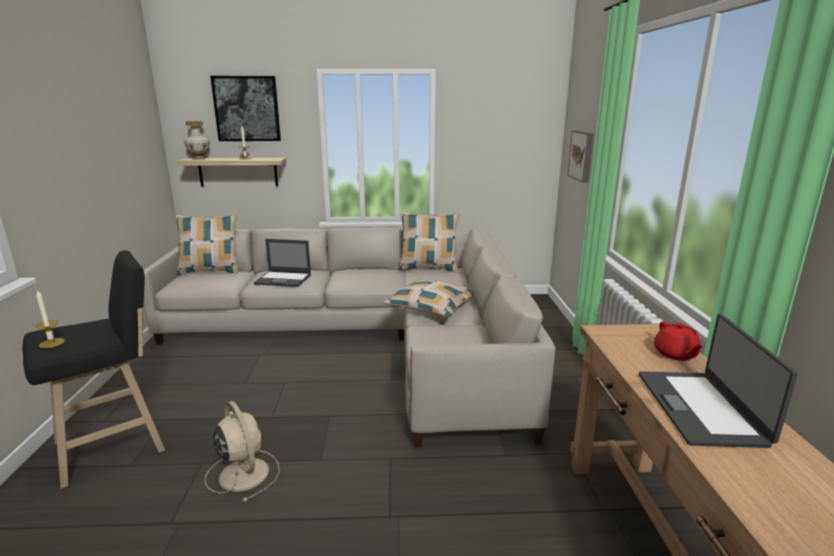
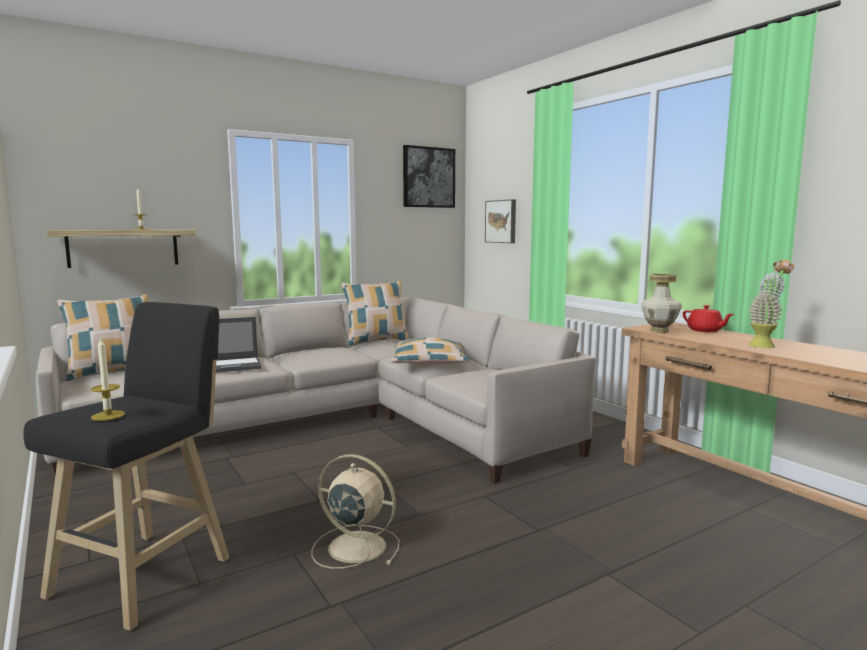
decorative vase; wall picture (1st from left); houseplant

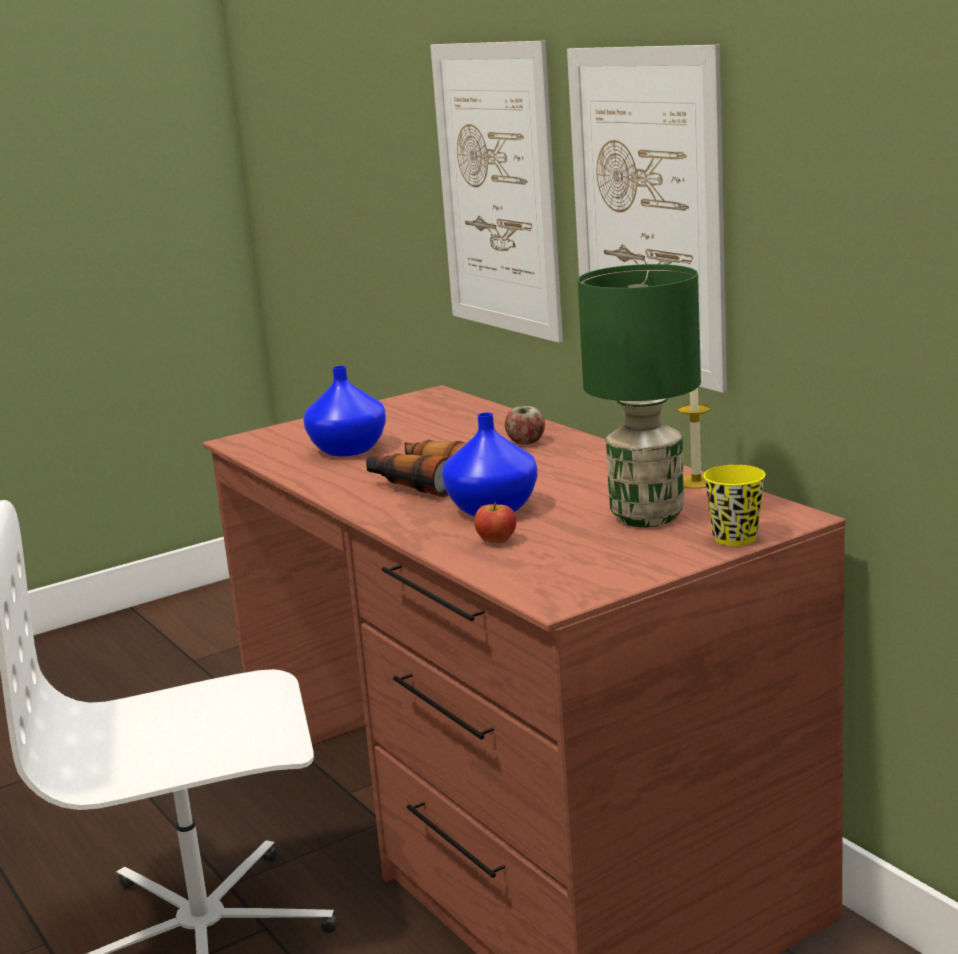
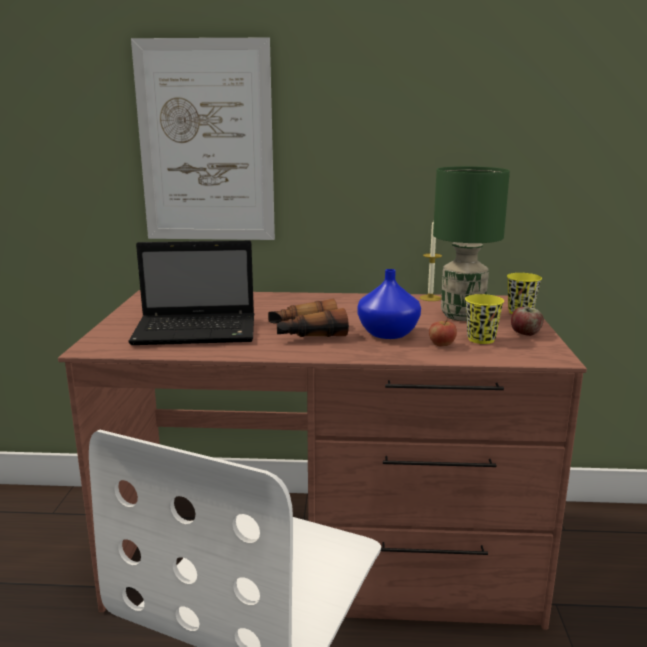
laptop; apple (2nd from left); wall picture (2nd from left in the first image); yellow-coloured cup (1st from left)

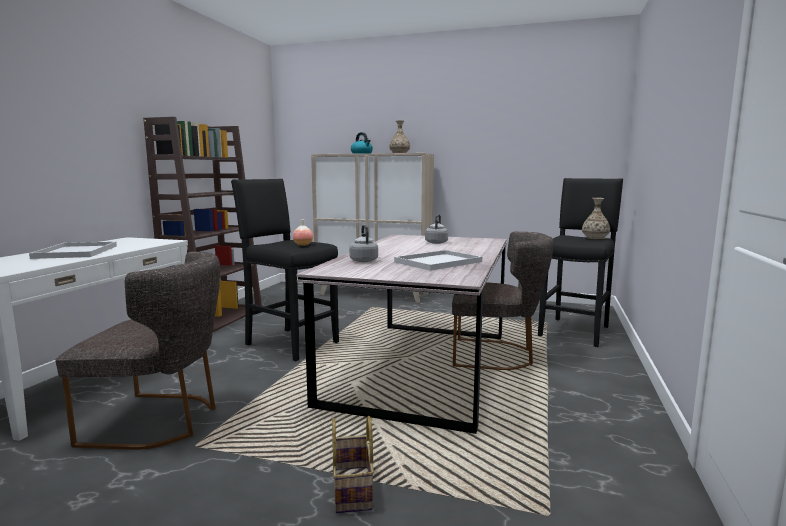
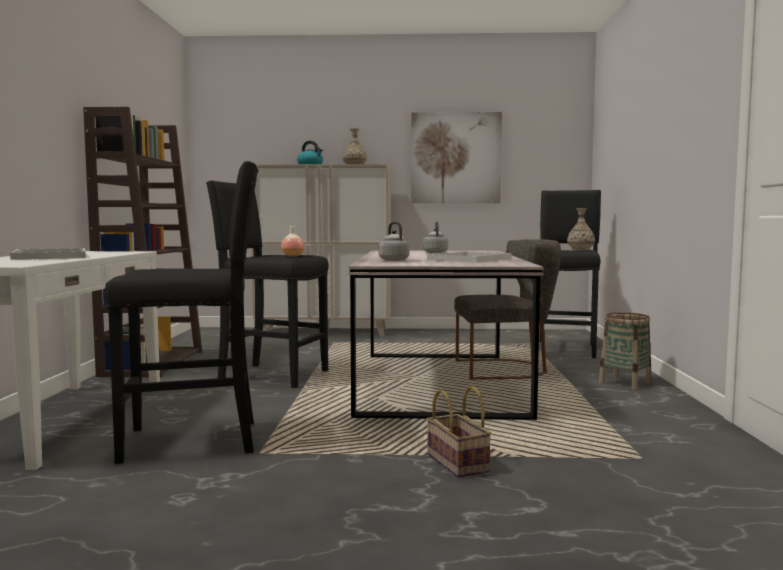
blackish stool (1st from left); wall picture; storage basket (2nd from left)

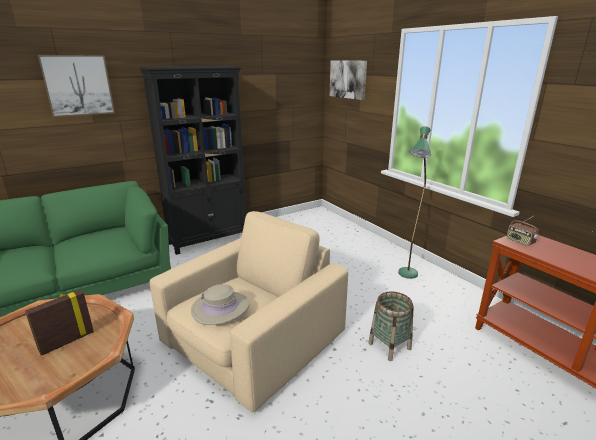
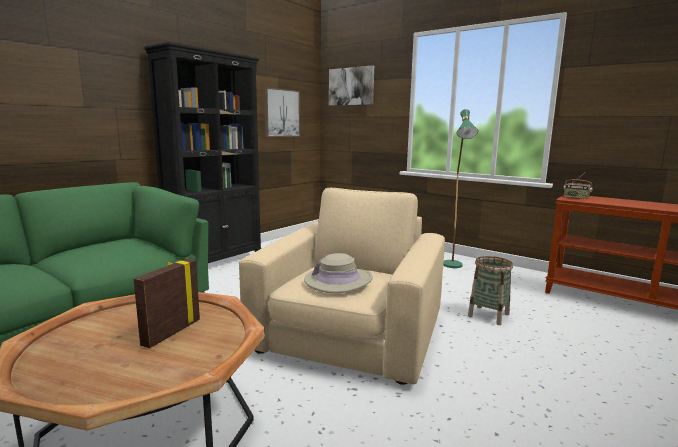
wall picture (1st from left)

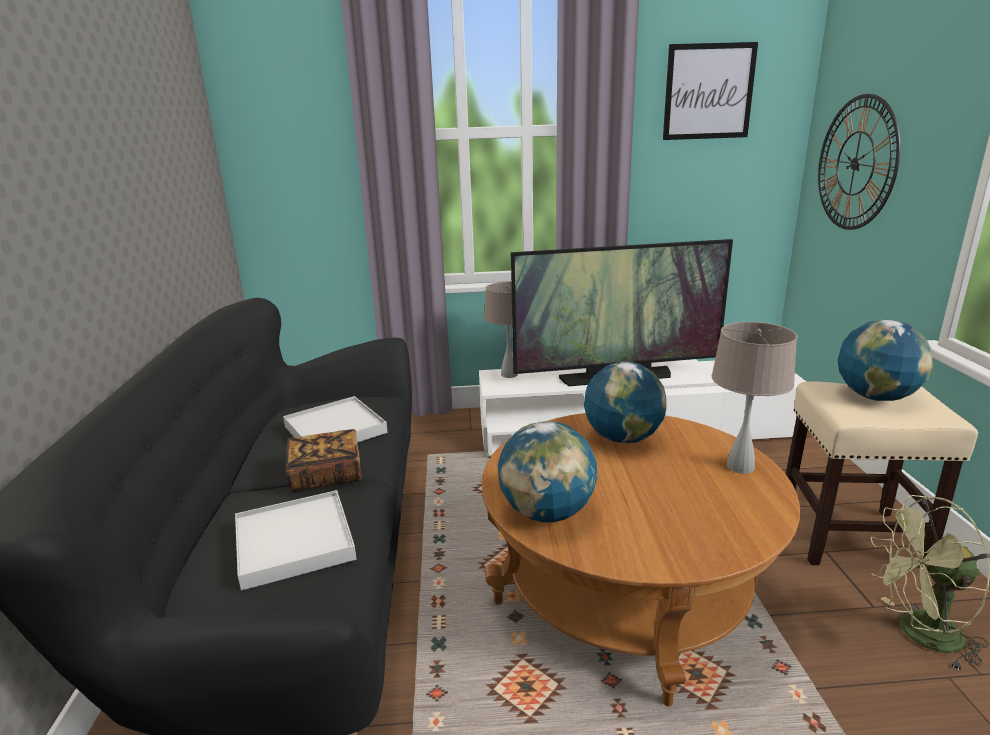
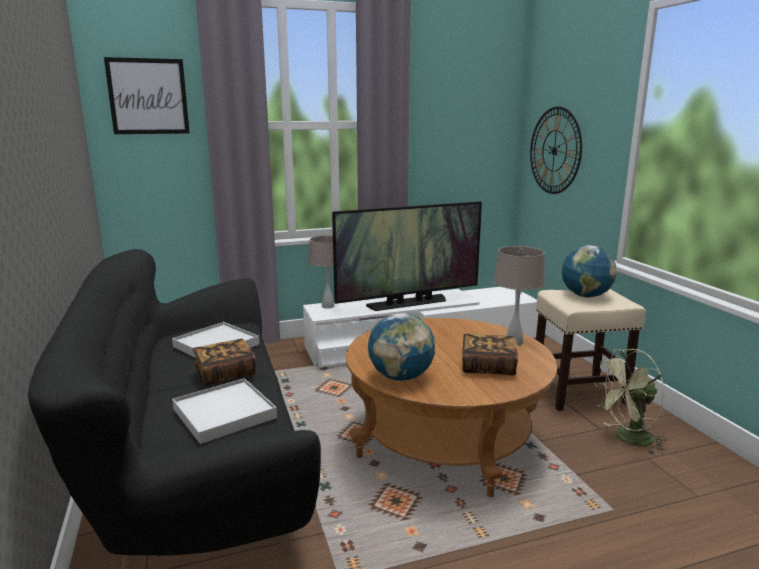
world globe (2nd from left in the first image); wall picture; volume (2nd from left)

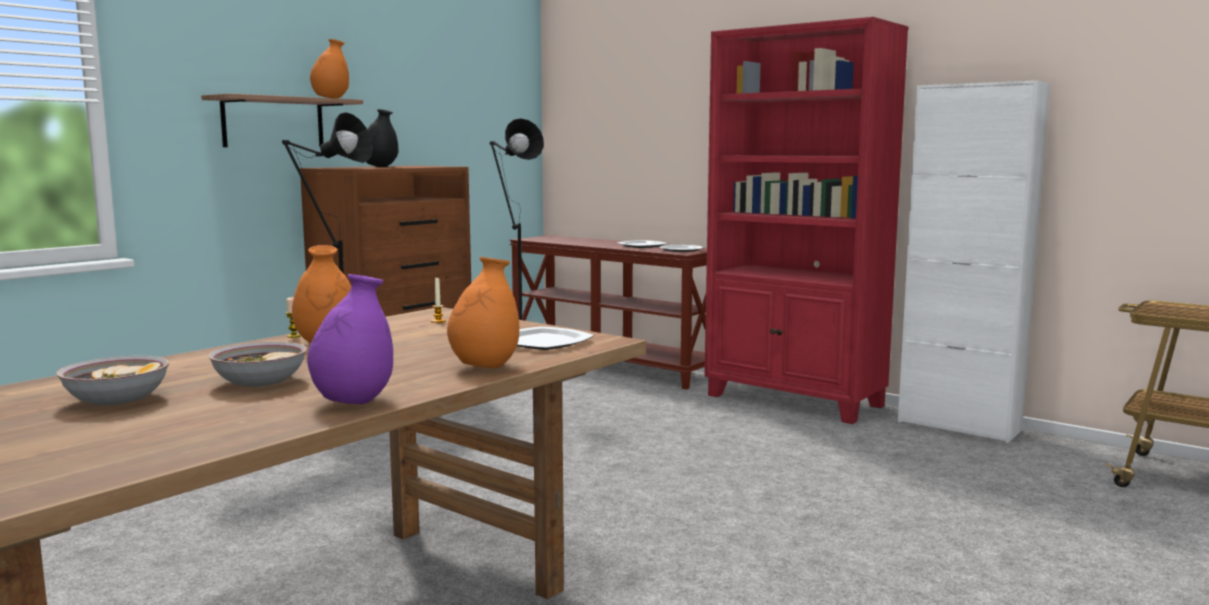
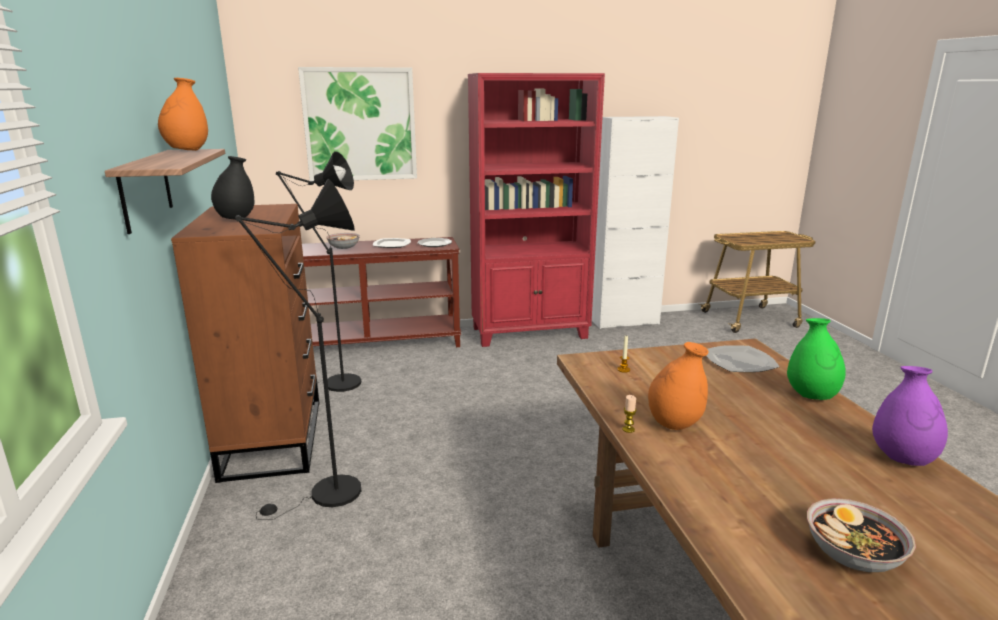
serving bowl (1st from left); green decorative vase; wall picture

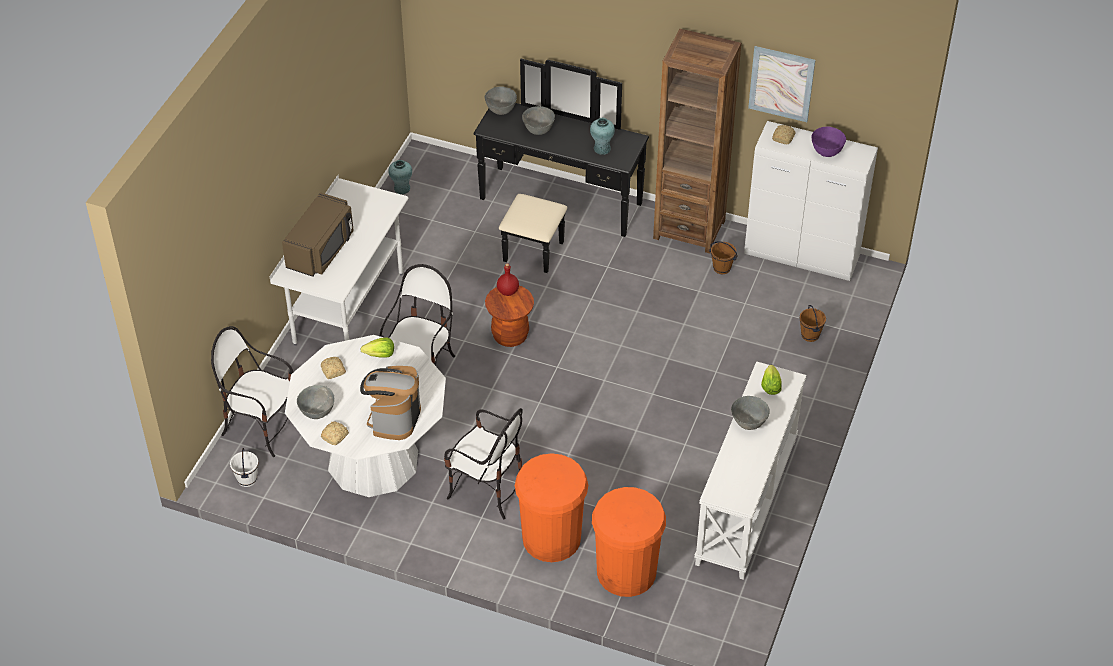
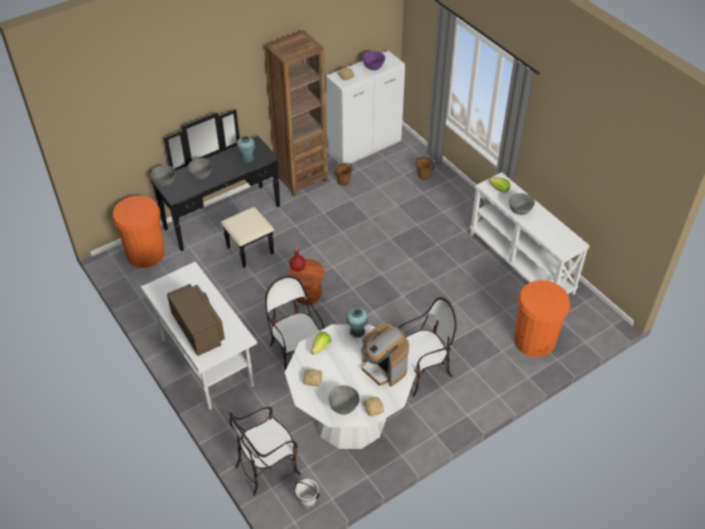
turquoise decorative vase (2nd from left); orangey trash can (1st from left); wall picture

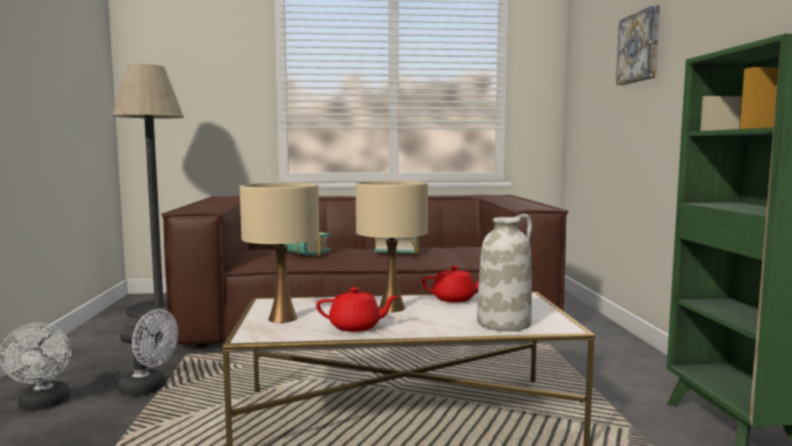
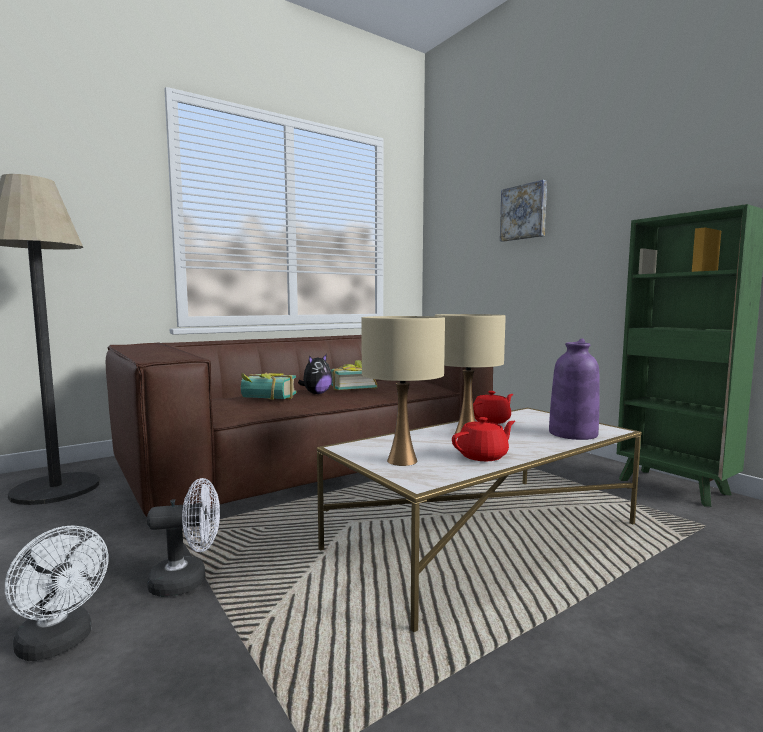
purple decorative vase; cuddly toy

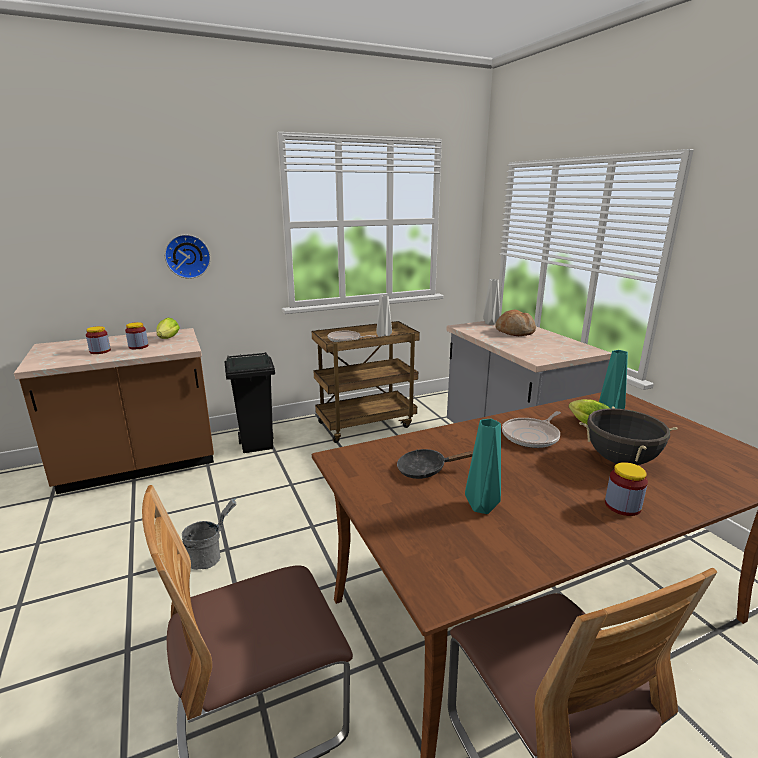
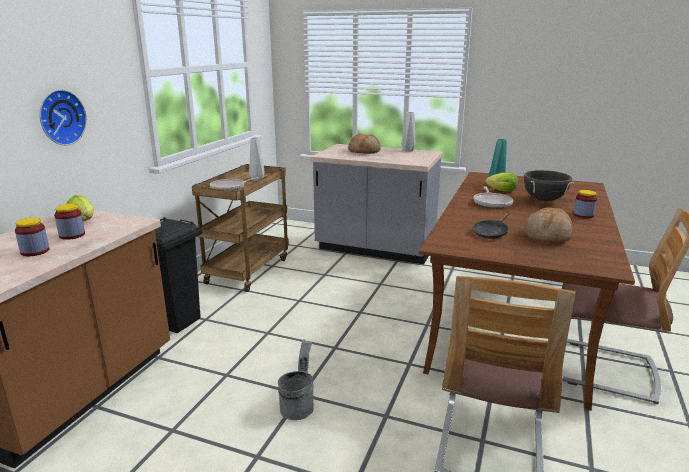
baked bread (2nd from left); gray decorative vase (2nd from left)

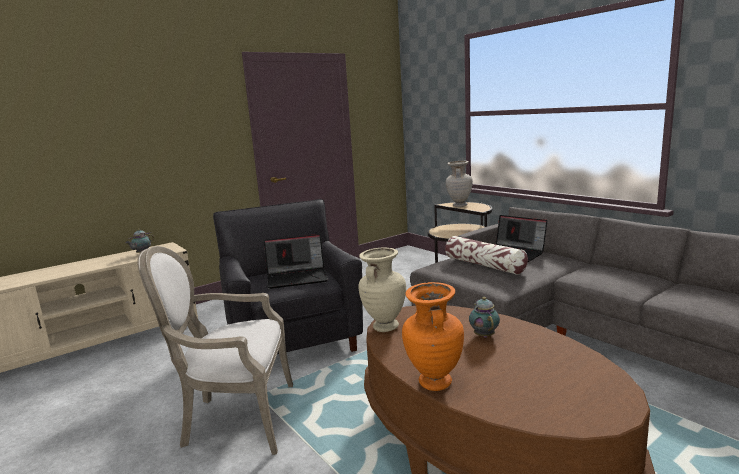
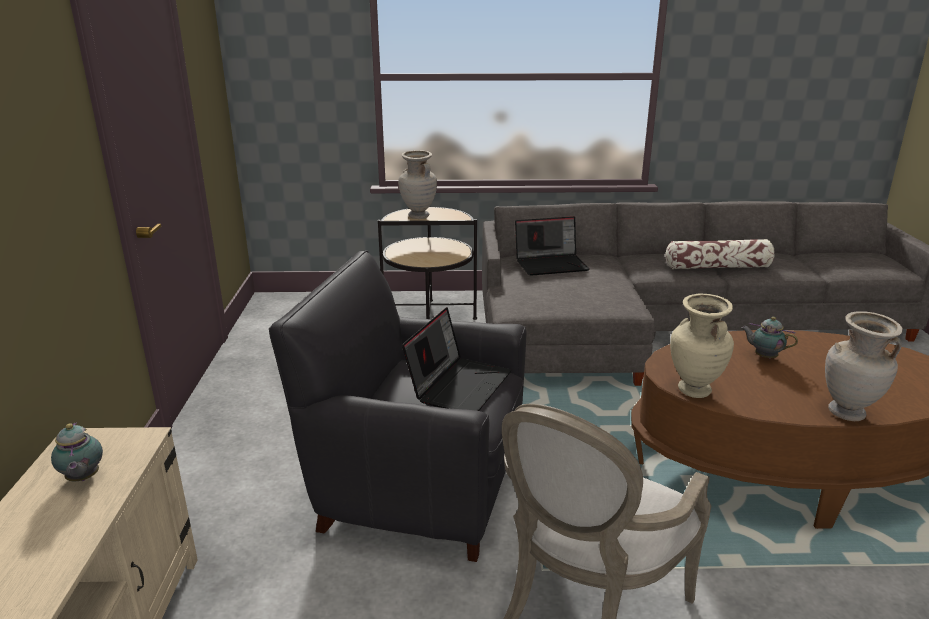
sand-coloured decorative vase (3rd from left); cushion

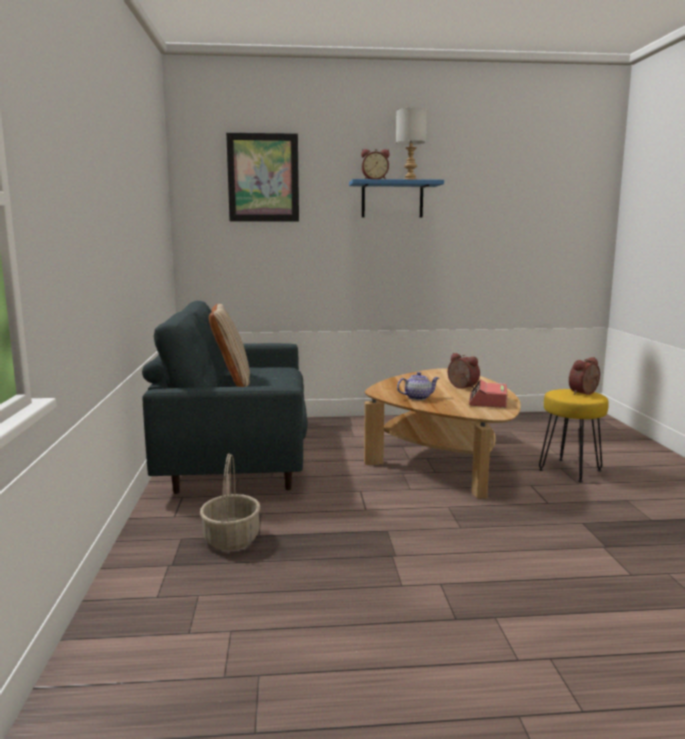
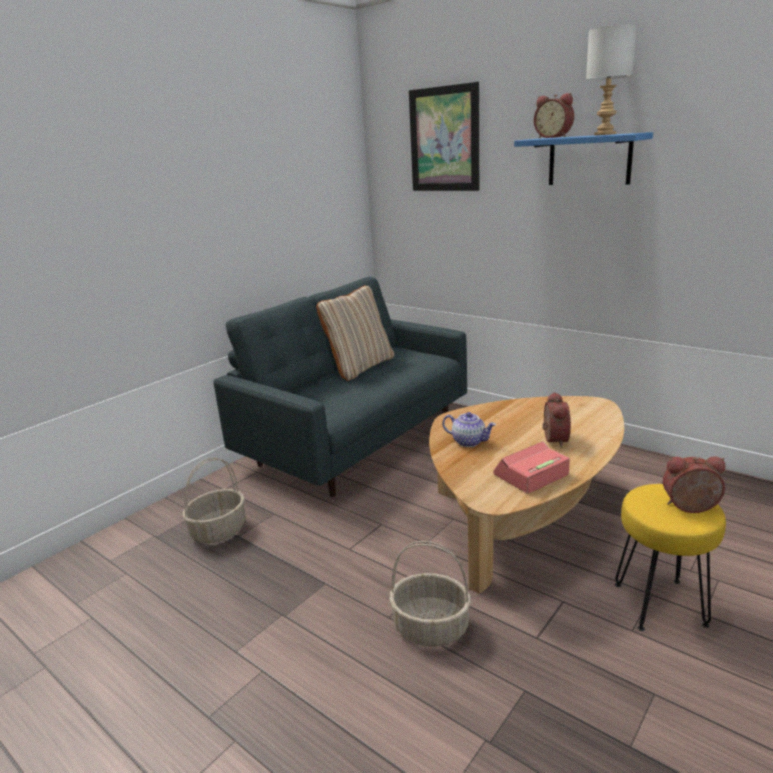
storage basket (2nd from left)

